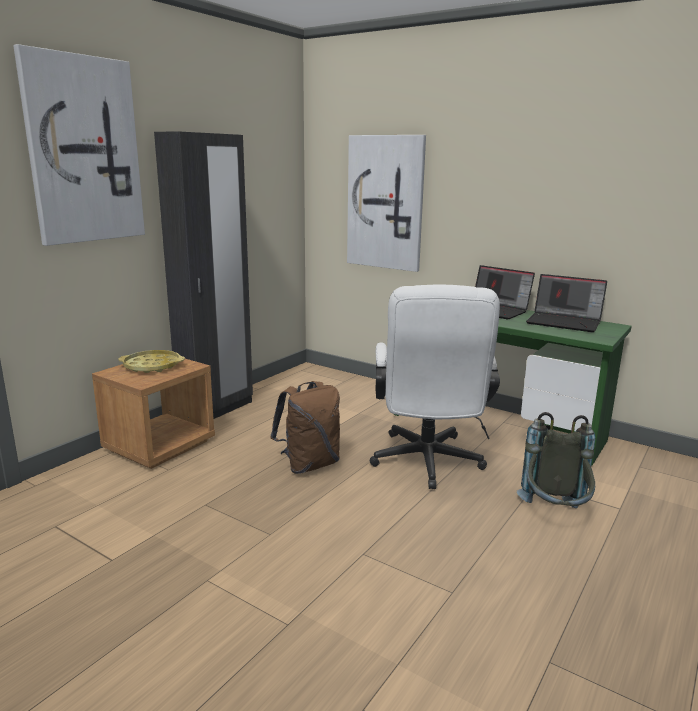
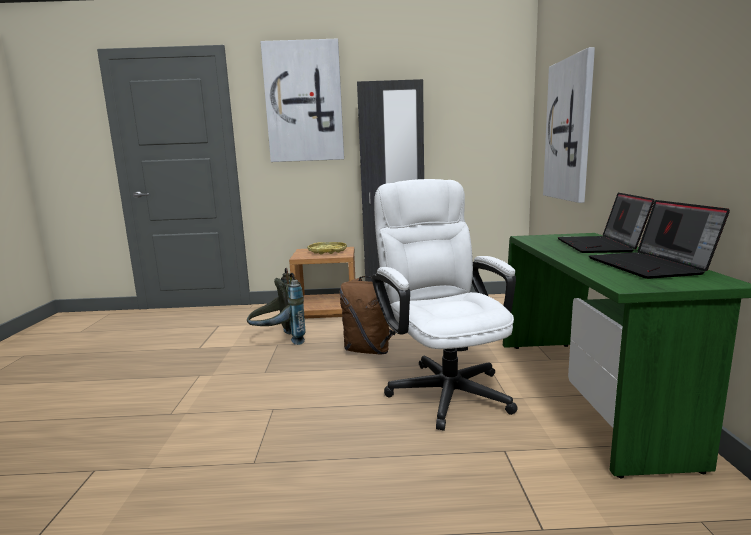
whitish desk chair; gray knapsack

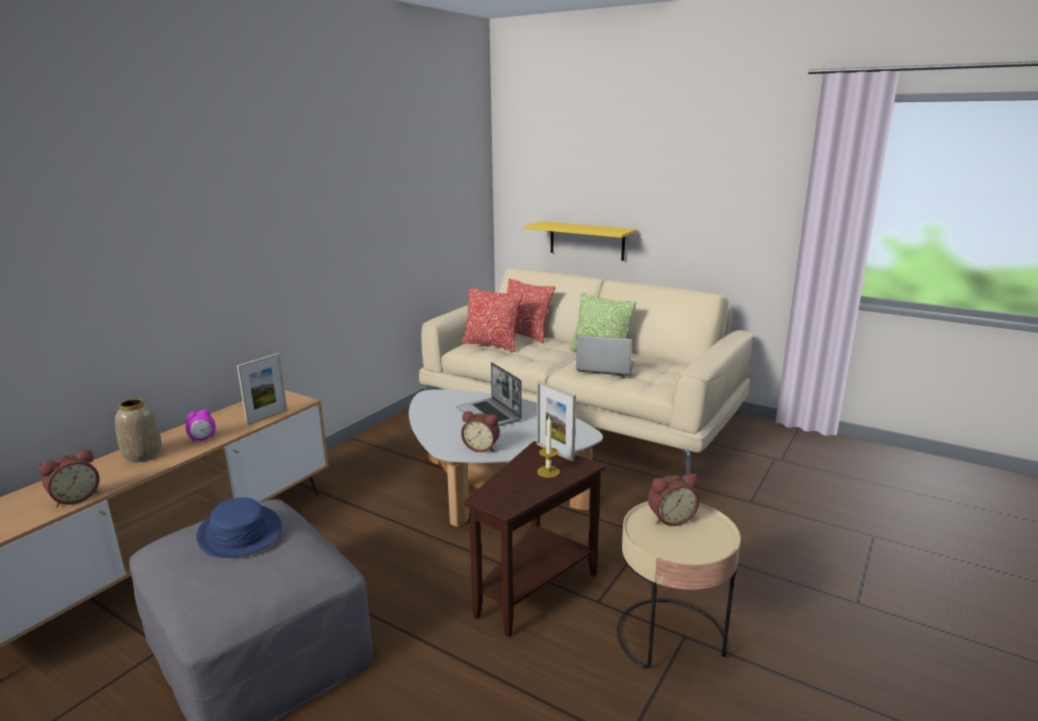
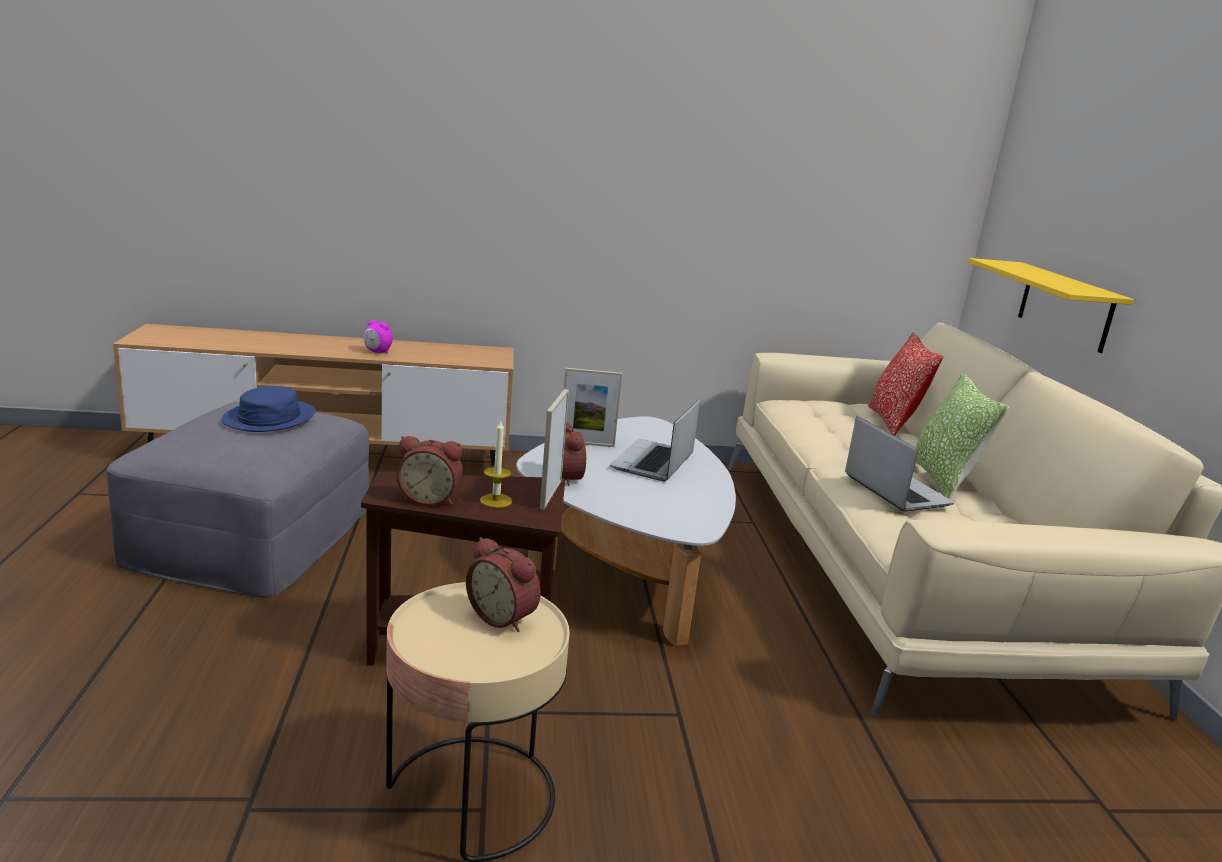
bedside clock (2nd from left); decorative vase; picture frame (2nd from left); cushion (1st from left in the first image)

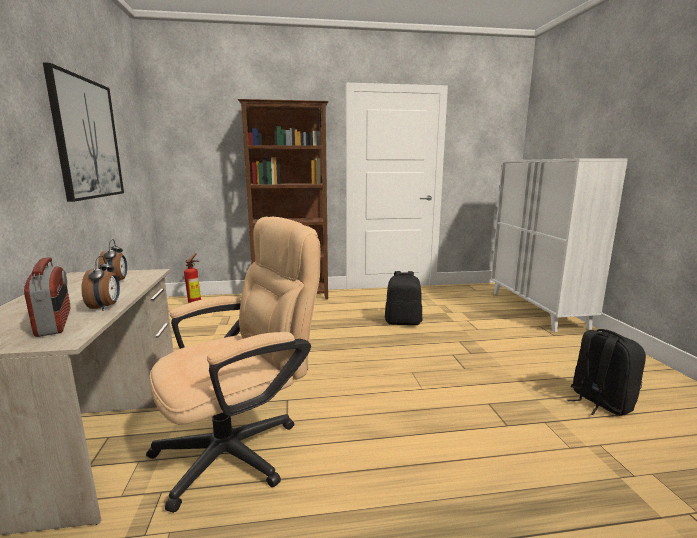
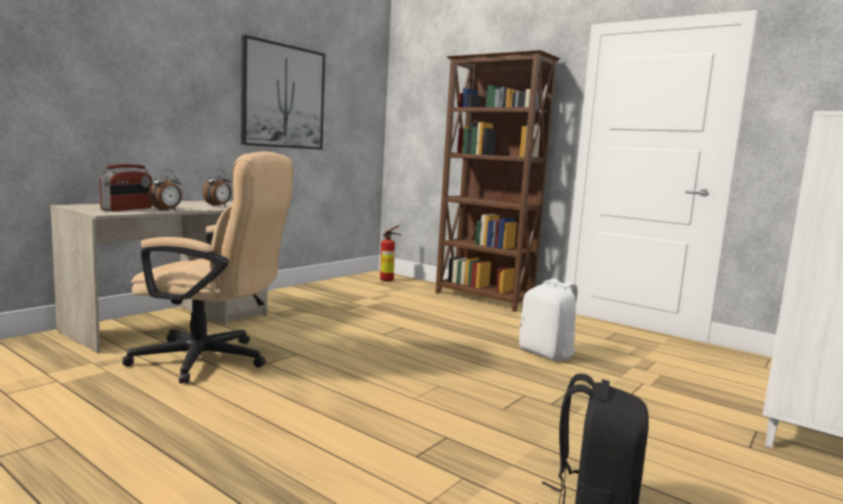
whitish knapsack

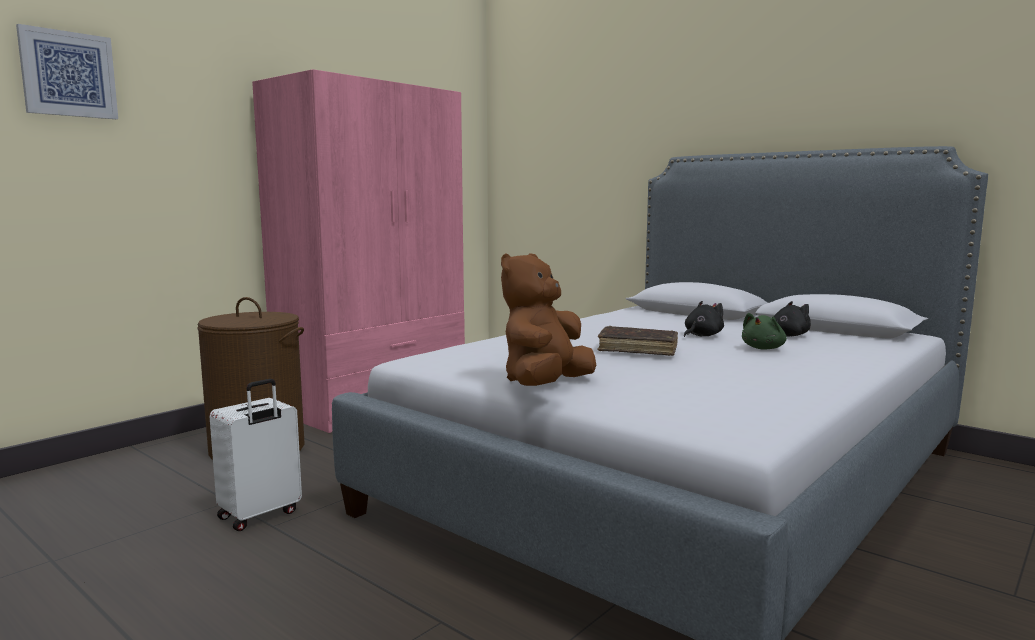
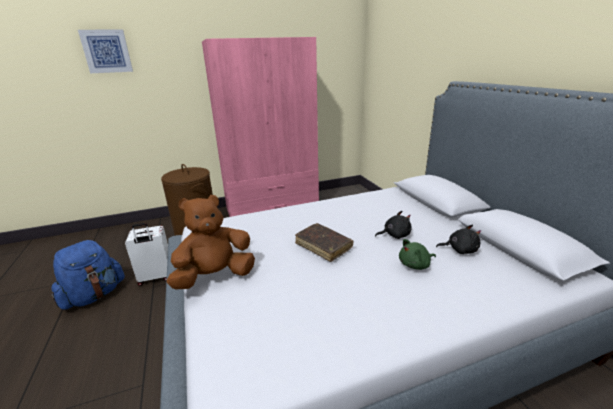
bluish knapsack

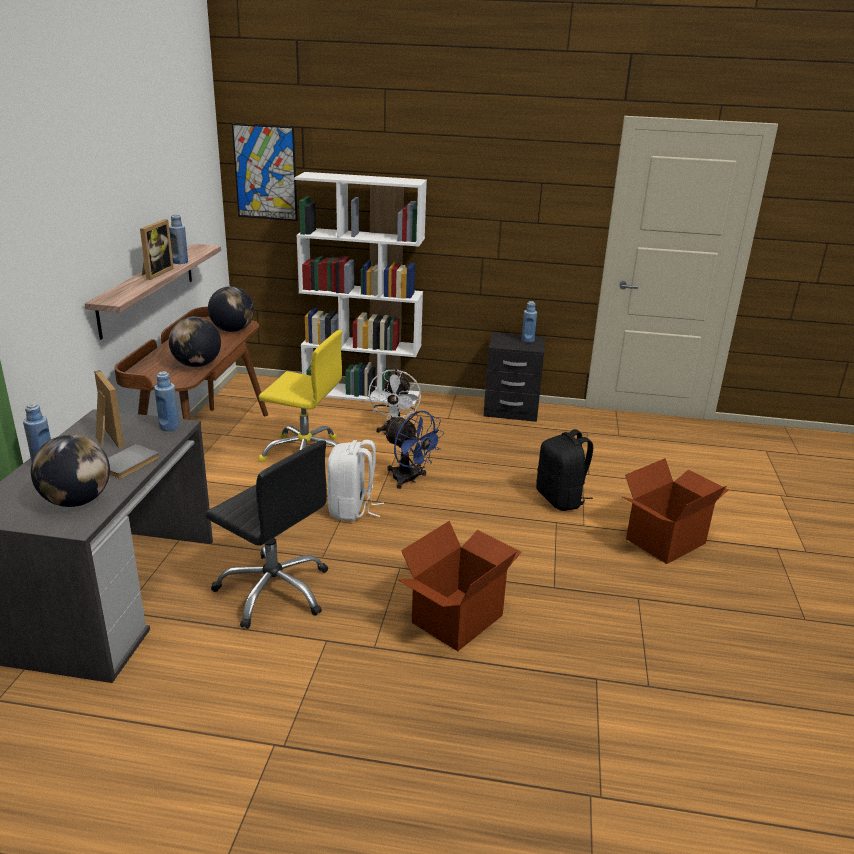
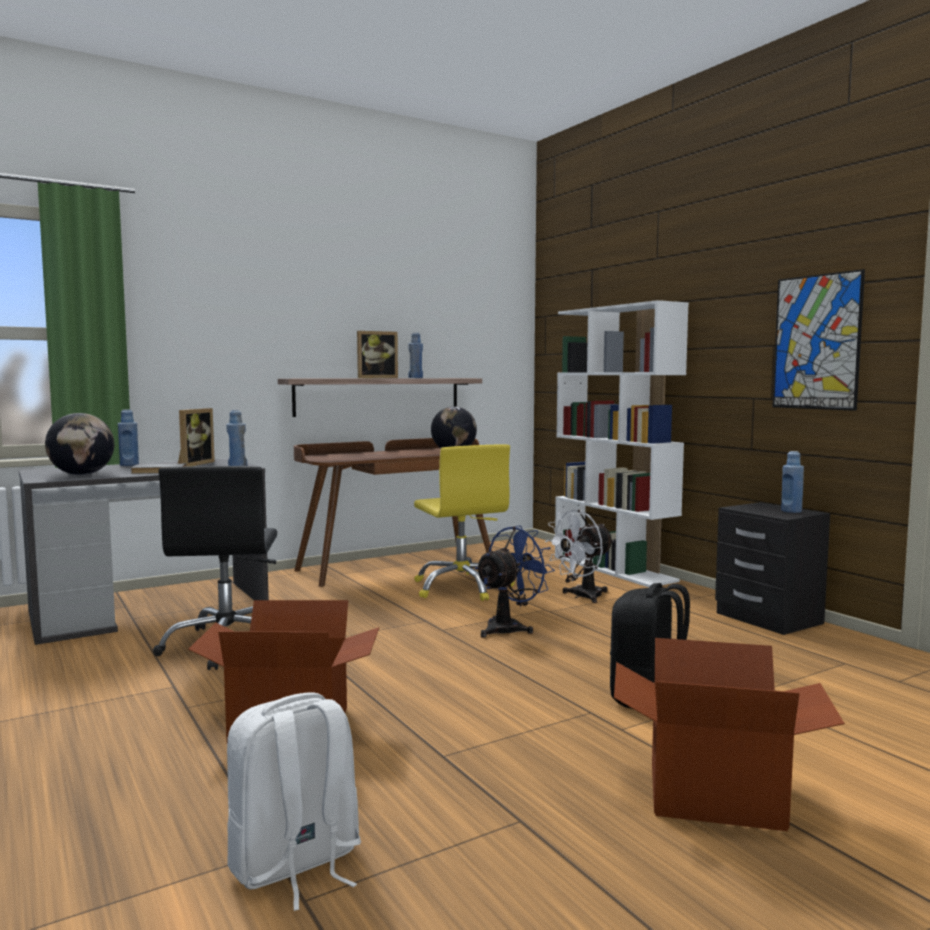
world globe (2nd from left in the first image); wall picture; whitish knapsack; bluish fan

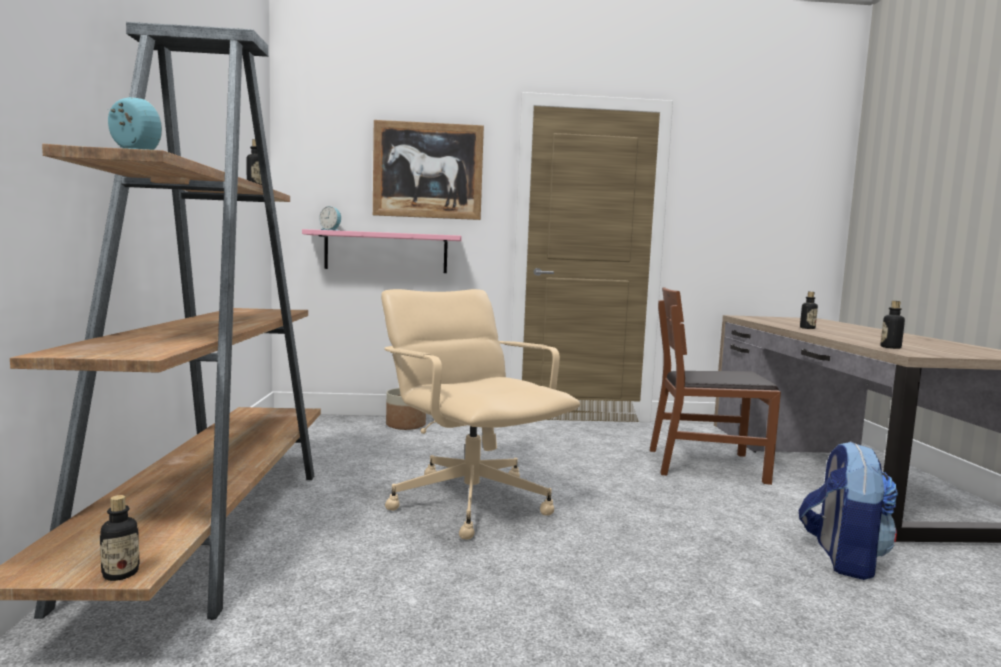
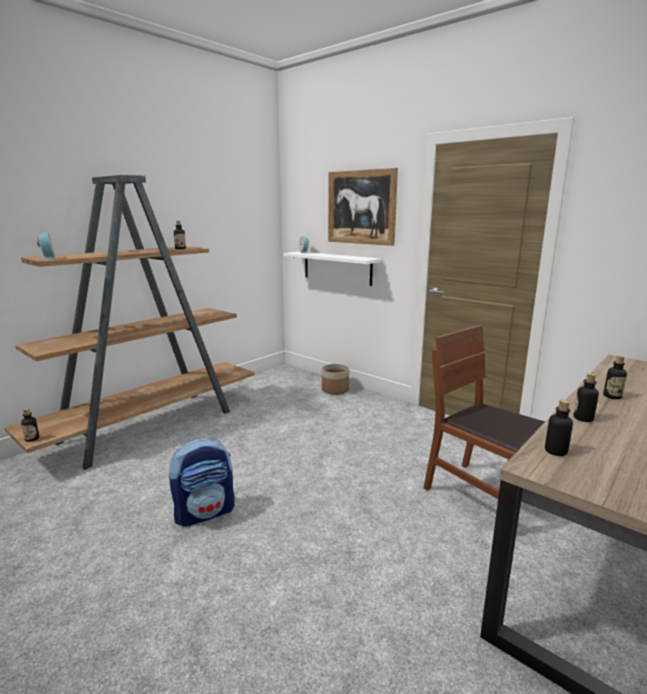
whitish bracket shelf; sand-coloured desk chair; knapsack; beverage bottle (4th from left)

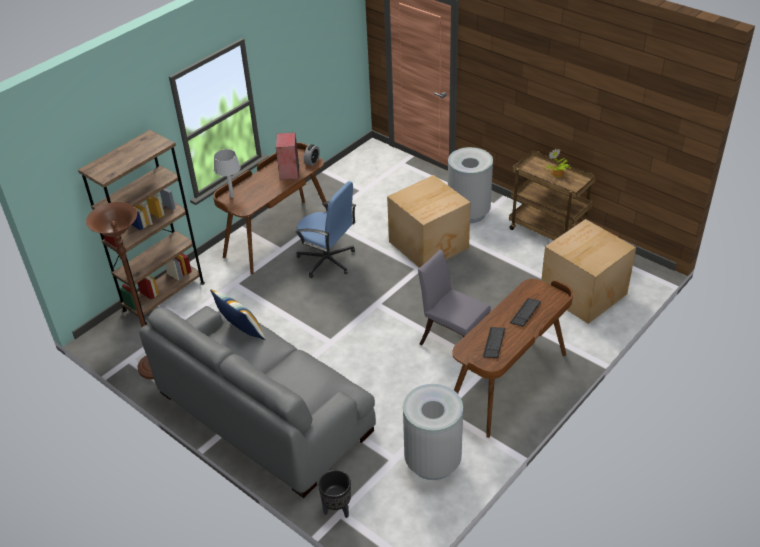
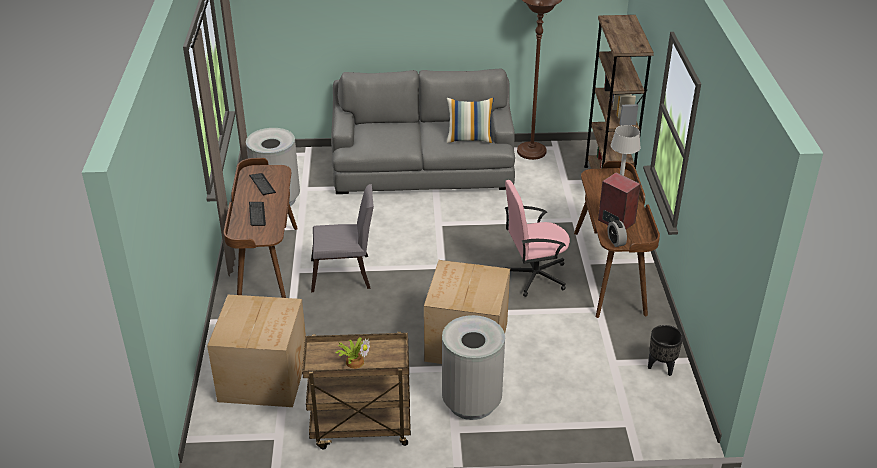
pink desk chair; blackish flower pot

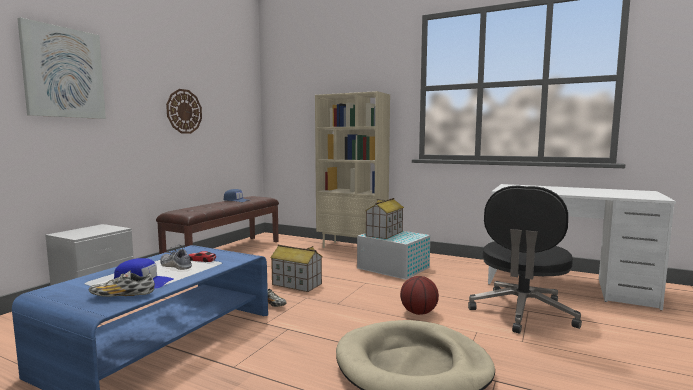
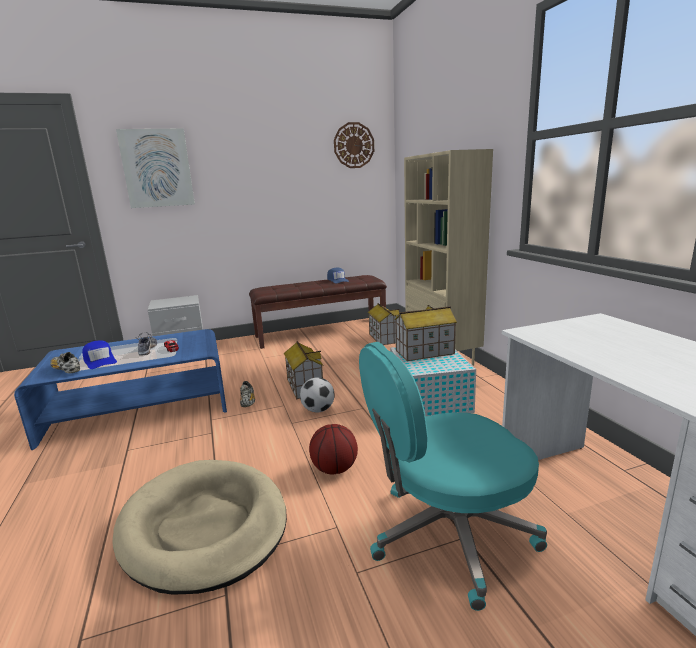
wall clock; turquoise desk chair; ball for football; toy house (2nd from left)

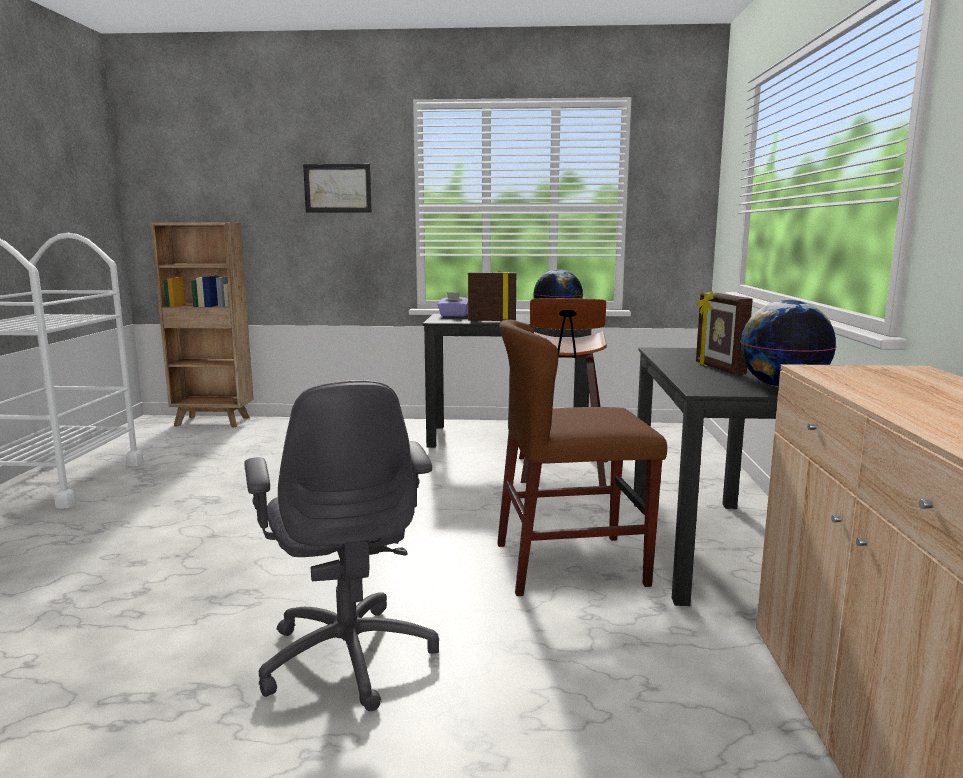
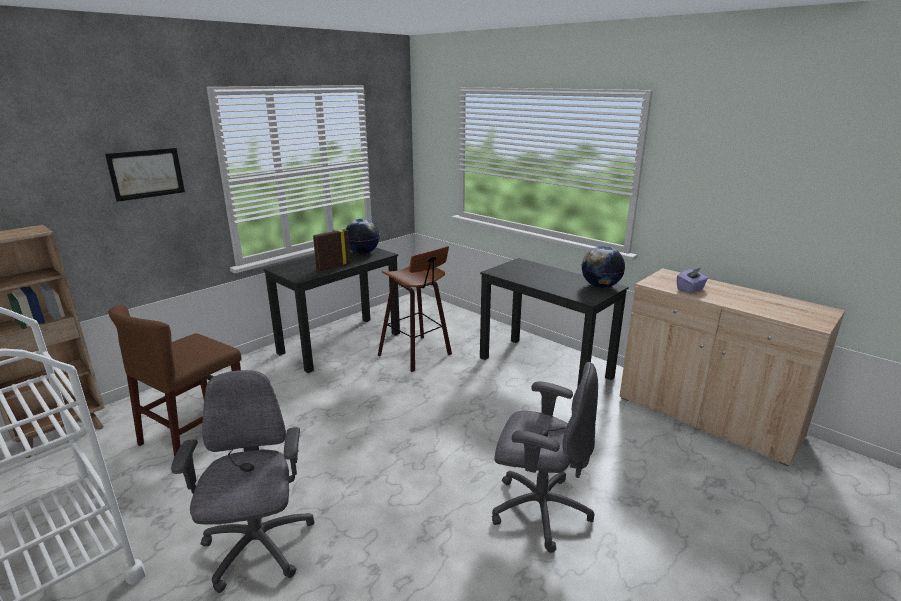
purple box of tissues; brownish plain chair; picture frame (2nd from left in the first image); gray desk chair (1st from left)

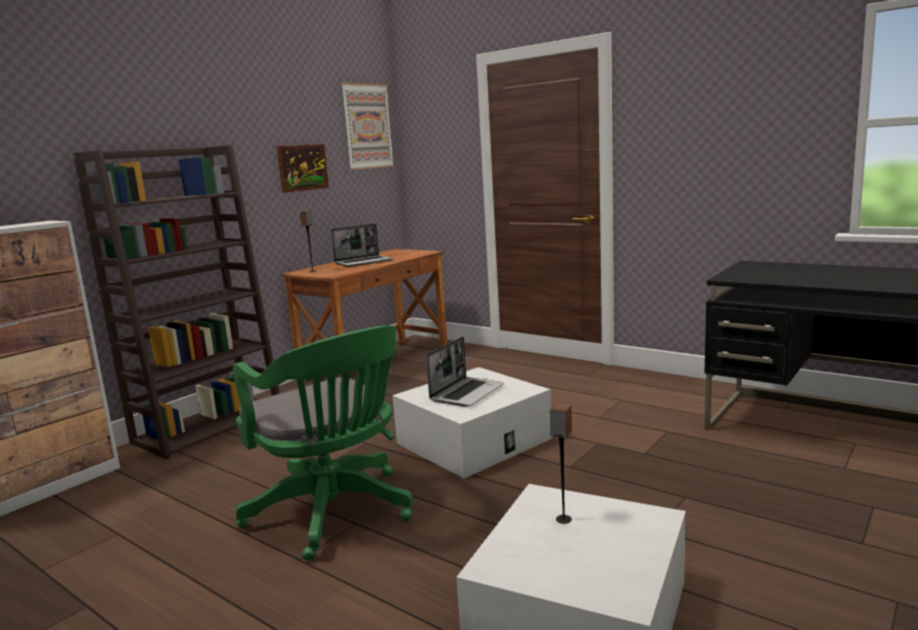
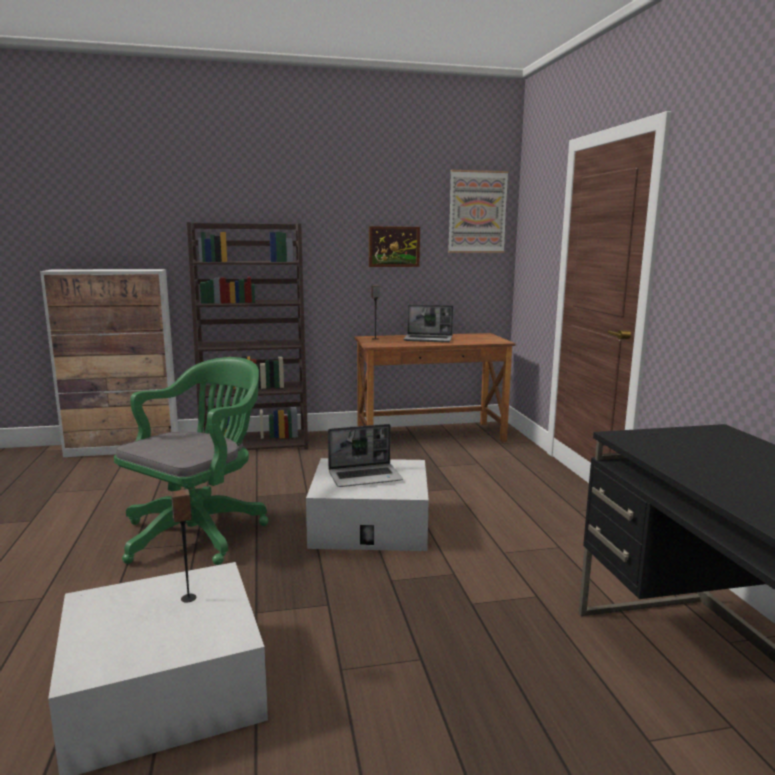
green desk chair

